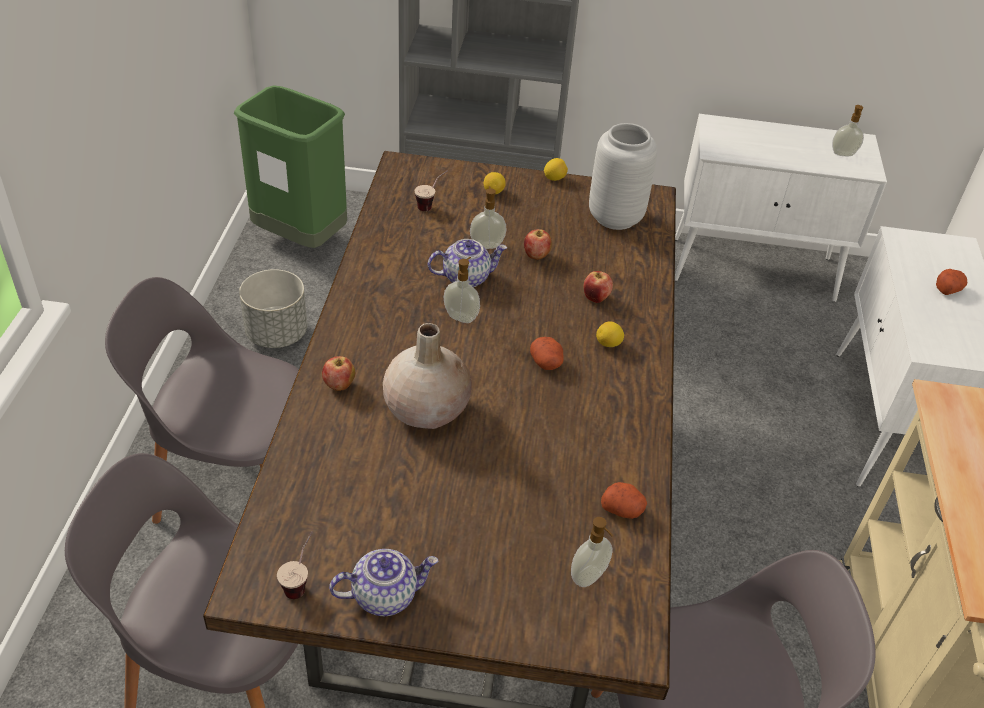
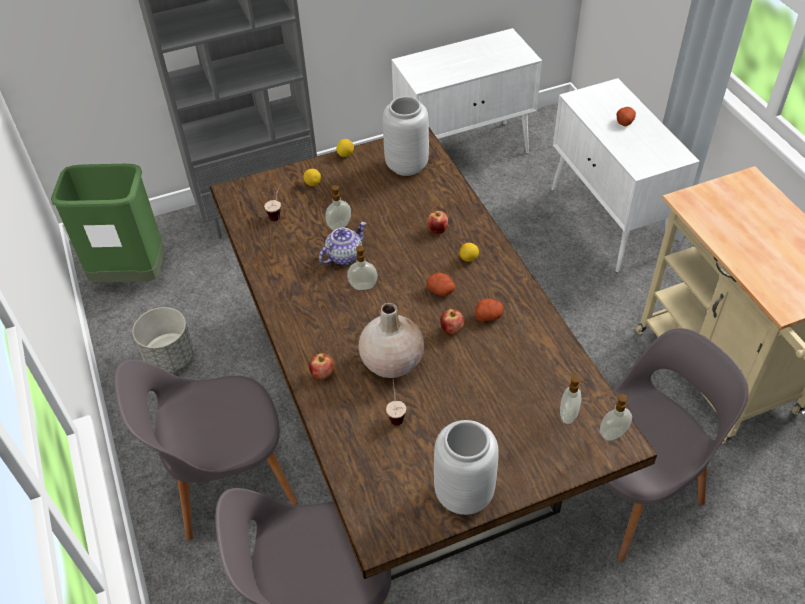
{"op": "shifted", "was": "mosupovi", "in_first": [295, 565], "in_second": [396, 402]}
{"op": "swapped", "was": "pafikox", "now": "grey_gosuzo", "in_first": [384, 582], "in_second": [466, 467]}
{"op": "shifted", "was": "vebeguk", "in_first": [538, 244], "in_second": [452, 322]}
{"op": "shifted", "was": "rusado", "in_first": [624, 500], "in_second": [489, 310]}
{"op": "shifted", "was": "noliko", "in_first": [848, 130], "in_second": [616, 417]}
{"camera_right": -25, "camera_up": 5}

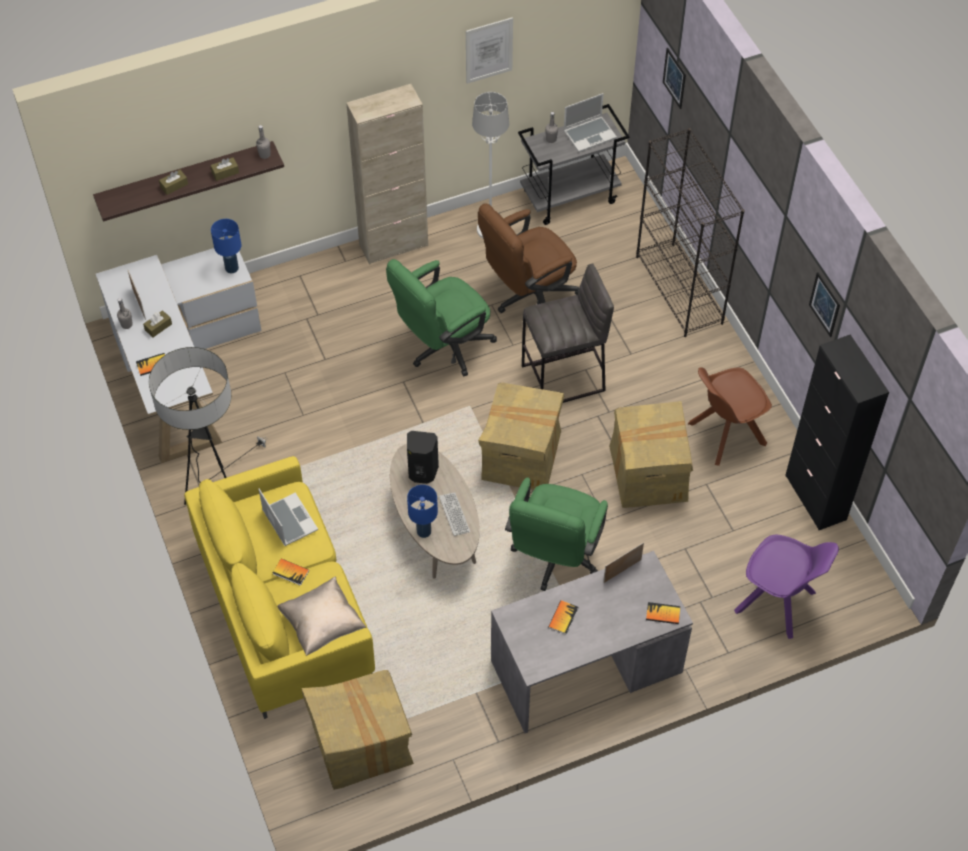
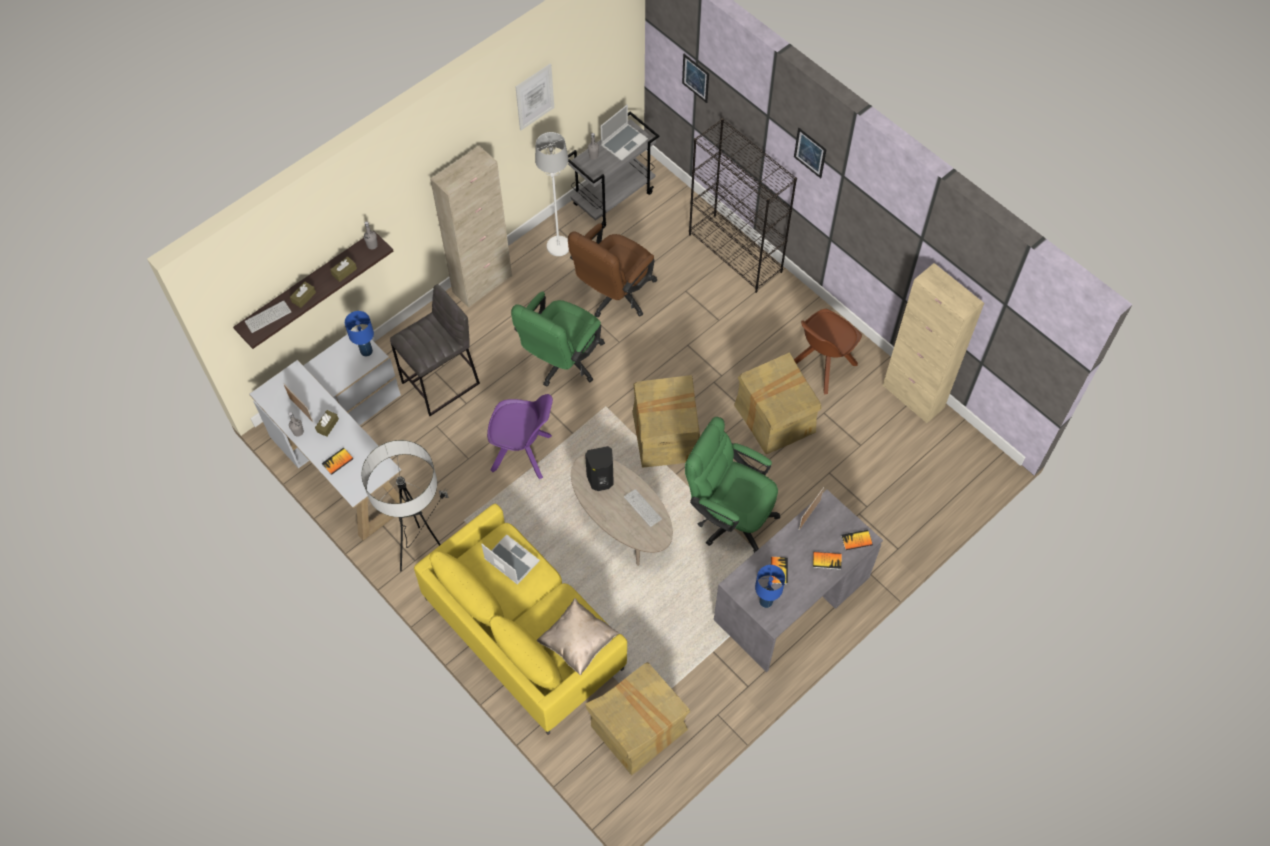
{"op": "shifted", "was": "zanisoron", "in_first": [291, 572], "in_second": [827, 561]}
{"op": "shifted", "was": "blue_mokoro", "in_first": [422, 511], "in_second": [770, 586]}
{"op": "rotated", "was": "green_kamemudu", "in_first": [556, 534], "in_second": [732, 485], "clockwise": 120}
{"op": "shifted", "was": "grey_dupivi", "in_first": [568, 333], "in_second": [435, 350]}
{"op": "shifted", "was": "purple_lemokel", "in_first": [786, 587], "in_second": [520, 436]}
{"op": "repainted", "was": "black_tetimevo", "now": "beige_tetimevo", "in_first": [837, 432], "in_second": [933, 343]}
{"op": "shifted", "was": "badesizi", "in_first": [824, 304], "in_second": [810, 153]}
{"op": "new", "now": "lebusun", "in_second": [267, 316]}
{"camera_right": -20, "camera_up": 5}

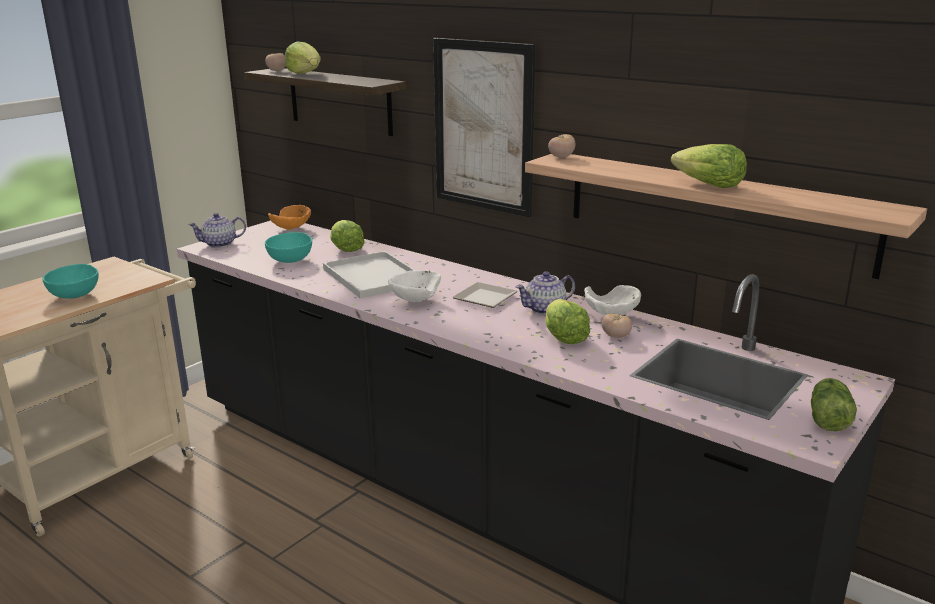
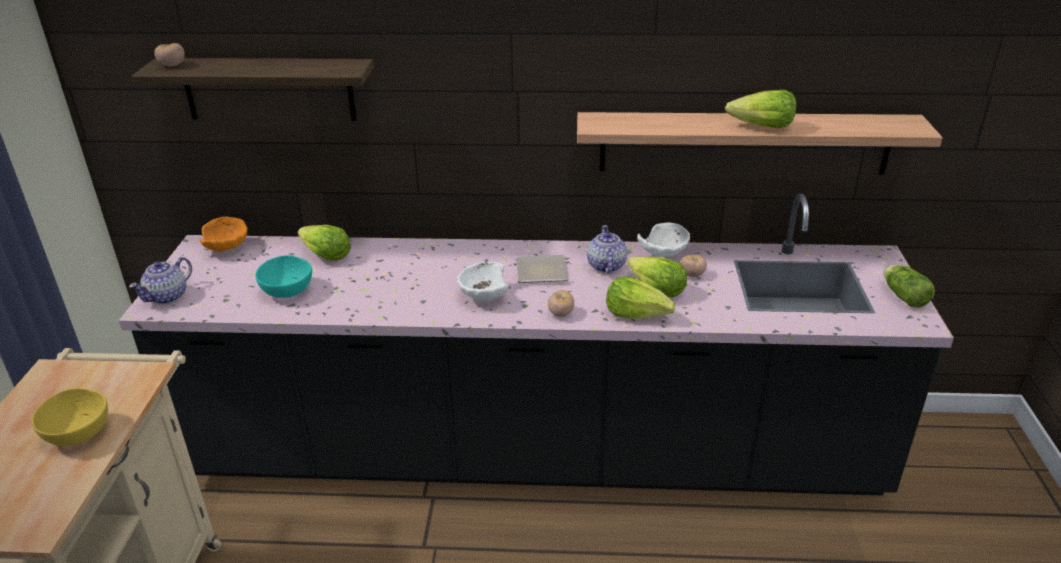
{"op": "repainted", "was": "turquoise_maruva", "now": "yellow_maruva", "in_first": [70, 281], "in_second": [70, 417]}
{"op": "shifted", "was": "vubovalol", "in_first": [302, 57], "in_second": [641, 297]}
{"op": "gone", "was": "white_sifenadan", "in_first": [369, 275]}
{"op": "gone", "was": "badesizi", "in_first": [484, 127]}
{"op": "rotated", "was": "pafikox", "in_first": [545, 293], "in_second": [607, 249], "clockwise": 150}
{"op": "shifted", "was": "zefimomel", "in_first": [562, 146], "in_second": [561, 303]}
{"camera_right": -35, "camera_up": 10}

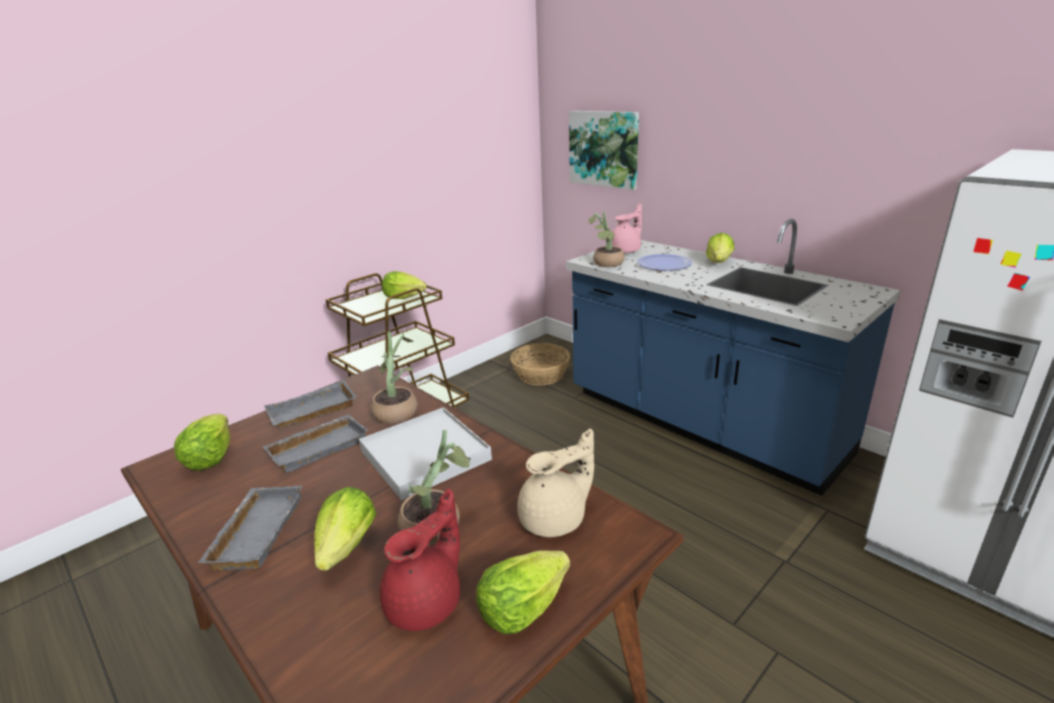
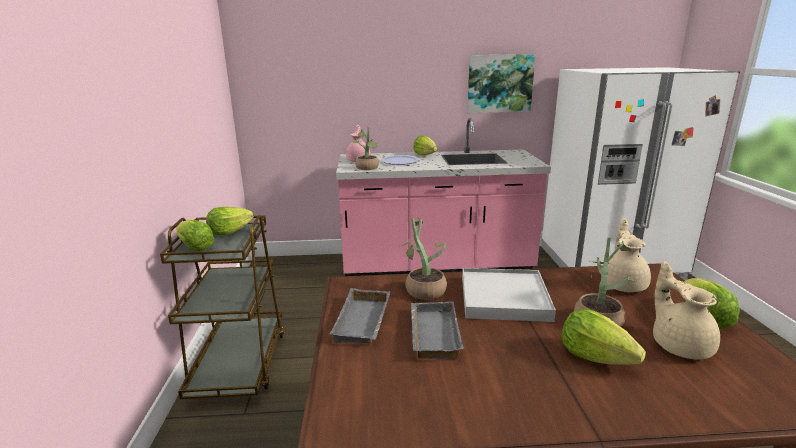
{"op": "shifted", "was": "vubovalol", "in_first": [202, 442], "in_second": [195, 235]}
{"op": "gone", "was": "grey_sifenadan", "in_first": [250, 528]}
{"op": "repainted", "was": "red_pafikox", "now": "beige_pafikox", "in_first": [420, 560], "in_second": [686, 310]}
{"op": "gone", "was": "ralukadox", "in_first": [540, 364]}
{"op": "repainted", "was": "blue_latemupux", "now": "pink_latemupux", "in_first": [733, 357], "in_second": [443, 197]}
{"op": "shifted", "was": "badesizi", "in_first": [604, 150], "in_second": [501, 83]}
{"camera_right": -50, "camera_up": -5}

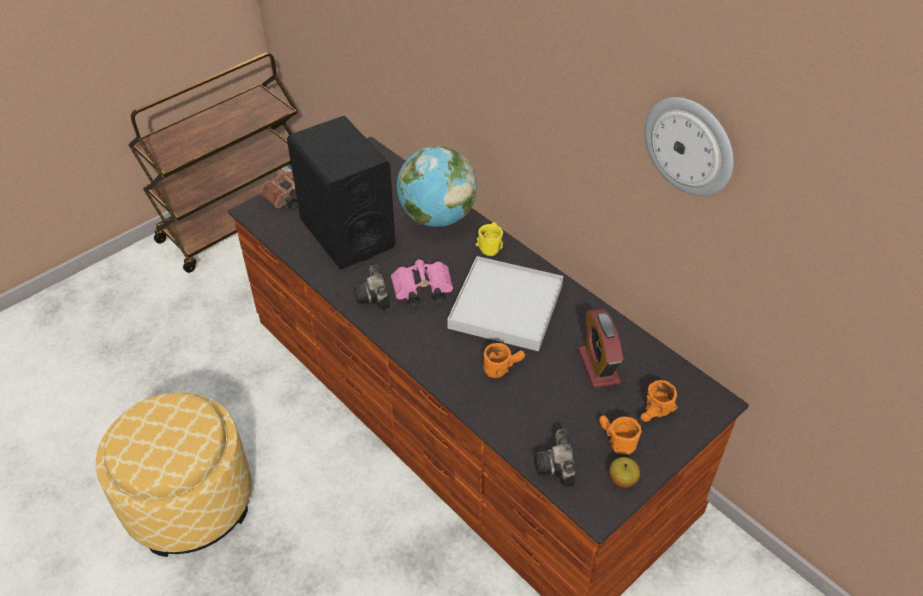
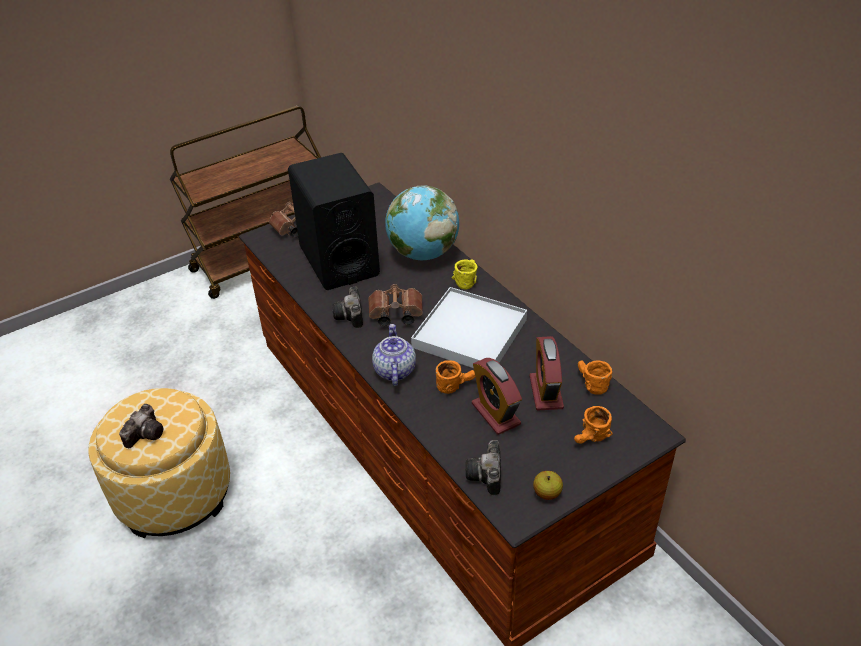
{"op": "repainted", "was": "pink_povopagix", "now": "brown_povopagix", "in_first": [422, 283], "in_second": [395, 305]}
{"op": "shifted", "was": "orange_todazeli", "in_first": [620, 435], "in_second": [595, 378]}
{"op": "gone", "was": "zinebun", "in_first": [689, 146]}
{"op": "new", "now": "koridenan", "in_second": [141, 426]}
{"op": "new", "now": "pafikox", "in_second": [394, 355]}
{"op": "new", "now": "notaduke", "in_second": [497, 396]}
{"camera_right": 10, "camera_up": -5}

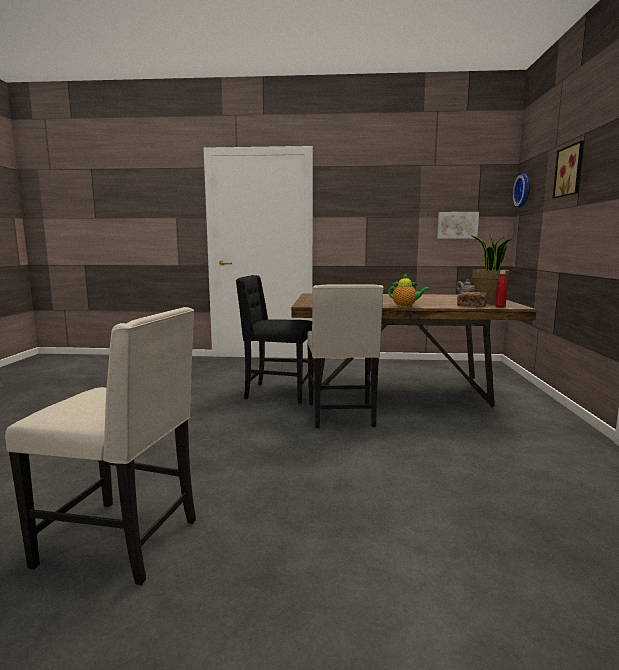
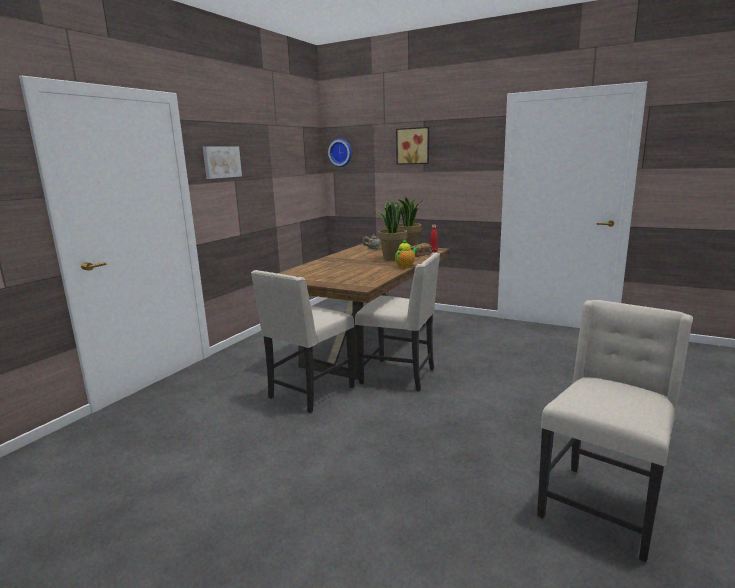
{"op": "repainted", "was": "black_lemokel", "now": "beige_lemokel", "in_first": [274, 339], "in_second": [303, 341]}
{"op": "shifted", "was": "badesizi", "in_first": [458, 225], "in_second": [222, 162]}
{"op": "new", "now": "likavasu", "in_second": [391, 231]}
{"camera_right": -65, "camera_up": 5}

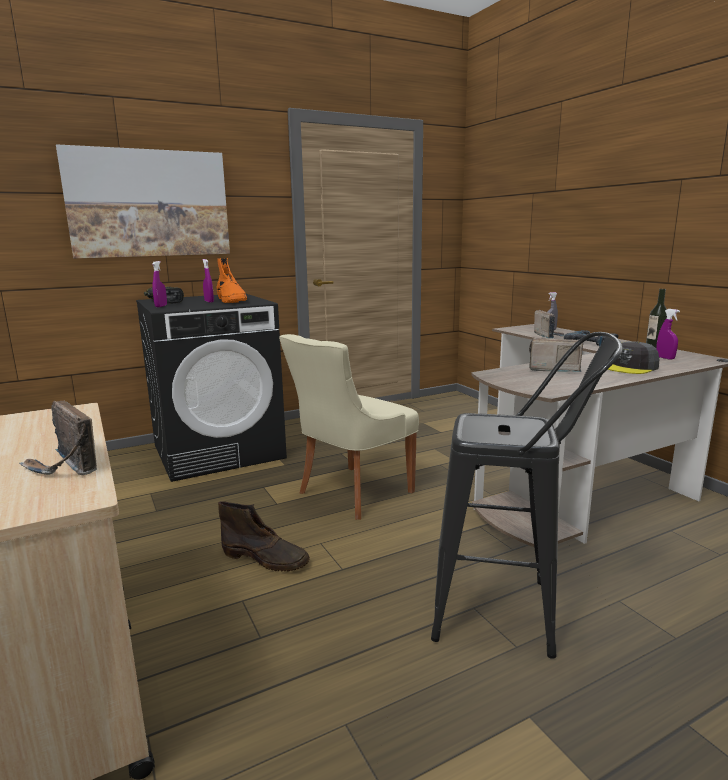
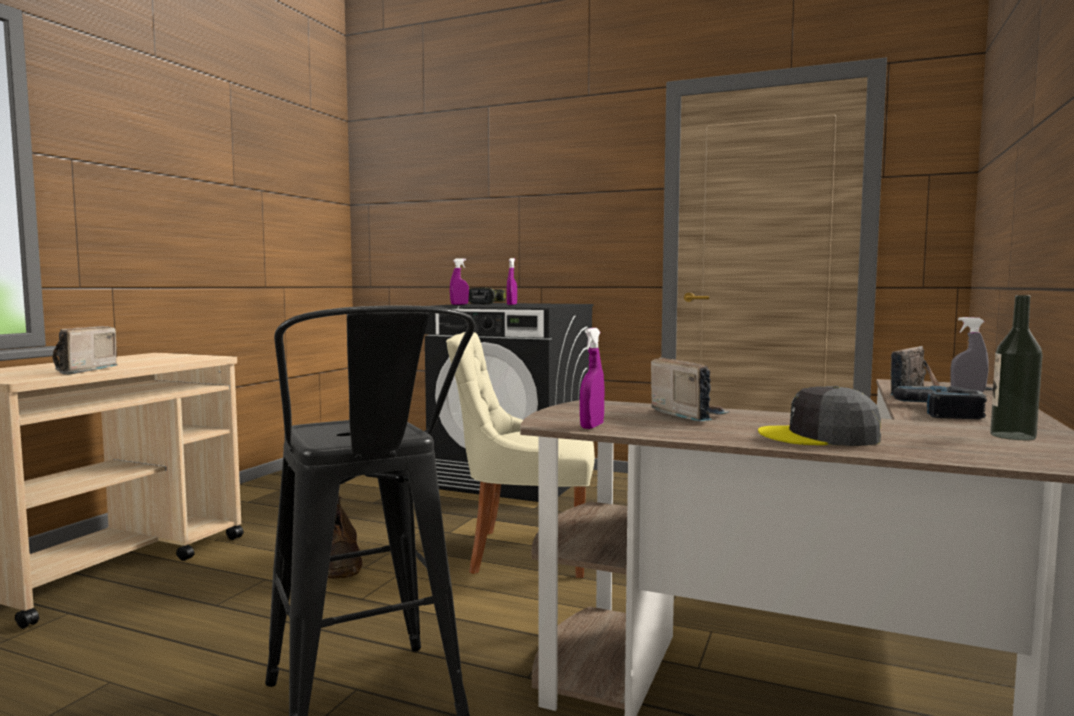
{"op": "gone", "was": "badesizi", "in_first": [143, 201]}
{"op": "gone", "was": "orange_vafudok", "in_first": [232, 280]}
{"op": "shifted", "was": "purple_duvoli", "in_first": [668, 334], "in_second": [592, 378]}
{"camera_right": 50, "camera_up": -10}

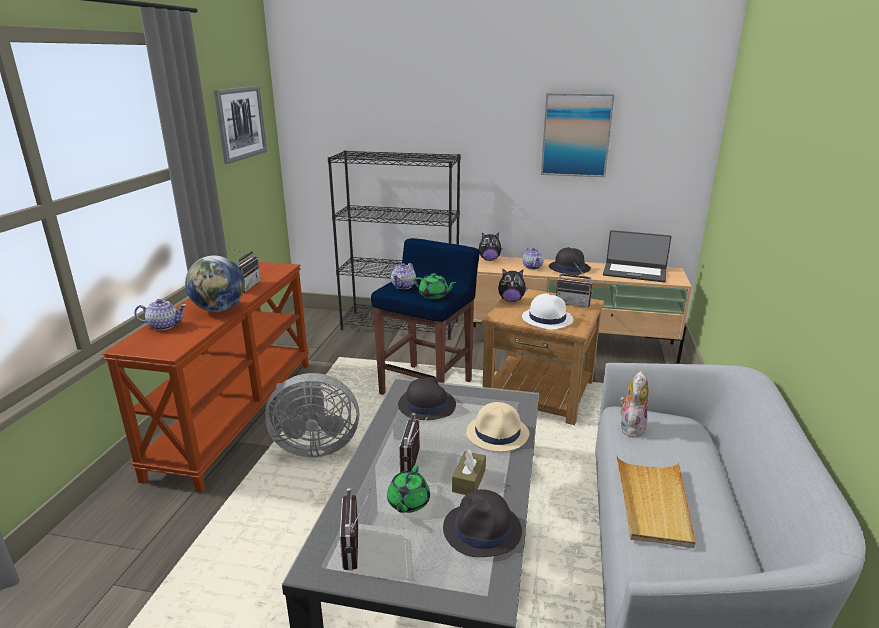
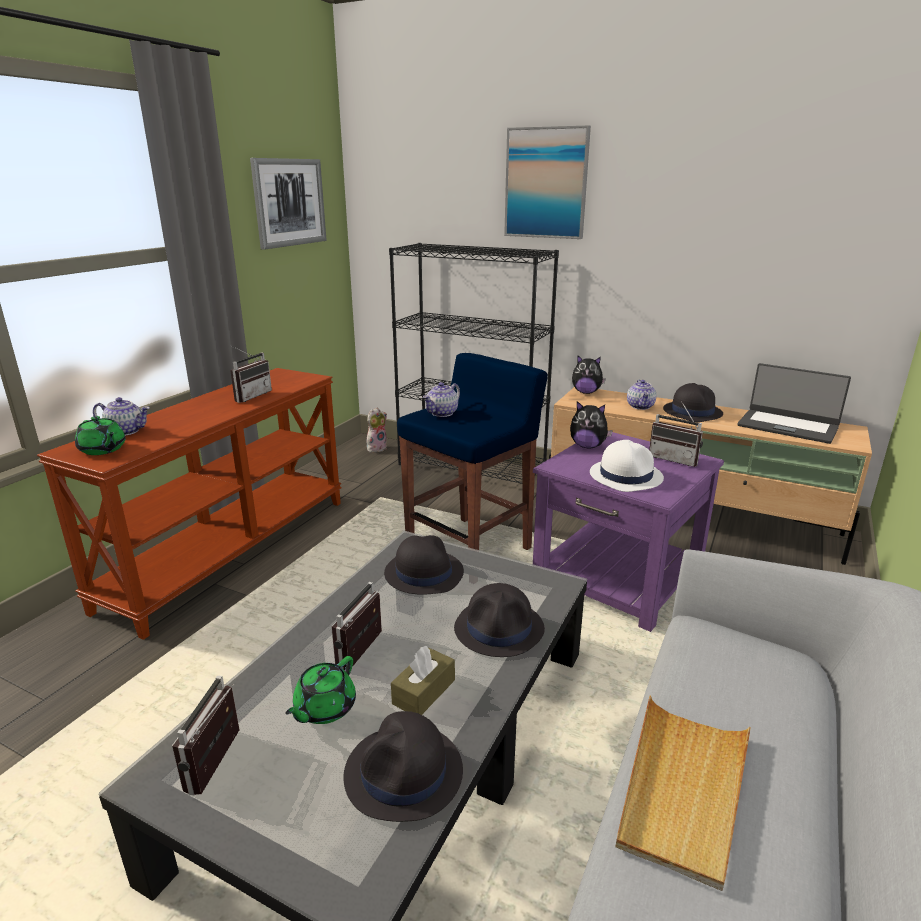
{"op": "gone", "was": "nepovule", "in_first": [215, 283]}
{"op": "gone", "was": "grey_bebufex", "in_first": [312, 415]}
{"op": "shifted", "was": "green_pafikox", "in_first": [435, 286], "in_second": [100, 435]}
{"op": "repainted", "was": "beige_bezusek", "now": "black_bezusek", "in_first": [497, 426], "in_second": [499, 620]}
{"op": "repainted", "was": "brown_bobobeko", "now": "purple_bobobeko", "in_first": [542, 357], "in_second": [628, 532]}
{"op": "shifted", "was": "badesizi", "in_first": [578, 135], "in_second": [547, 182]}
{"op": "shifted", "was": "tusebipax", "in_first": [634, 404], "in_second": [376, 430]}
{"camera_right": 15, "camera_up": 0}

